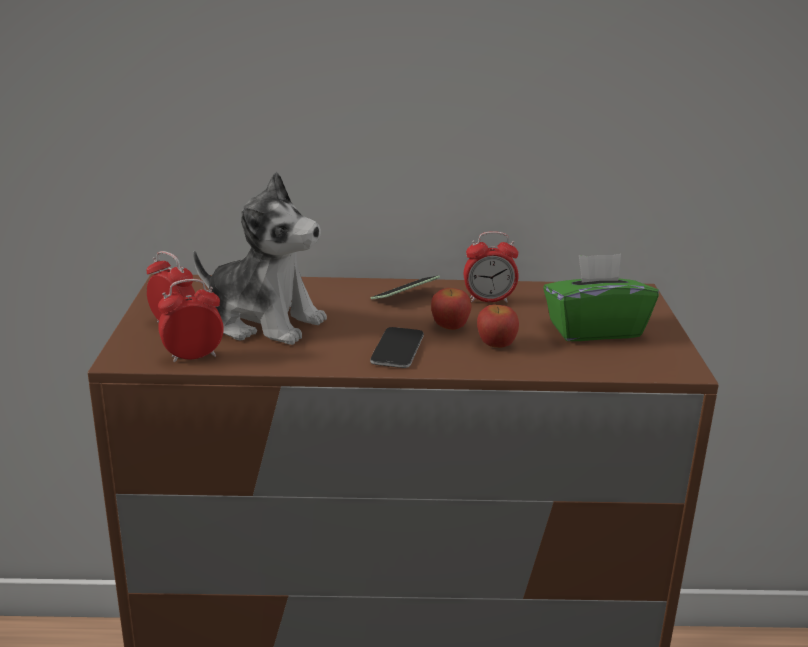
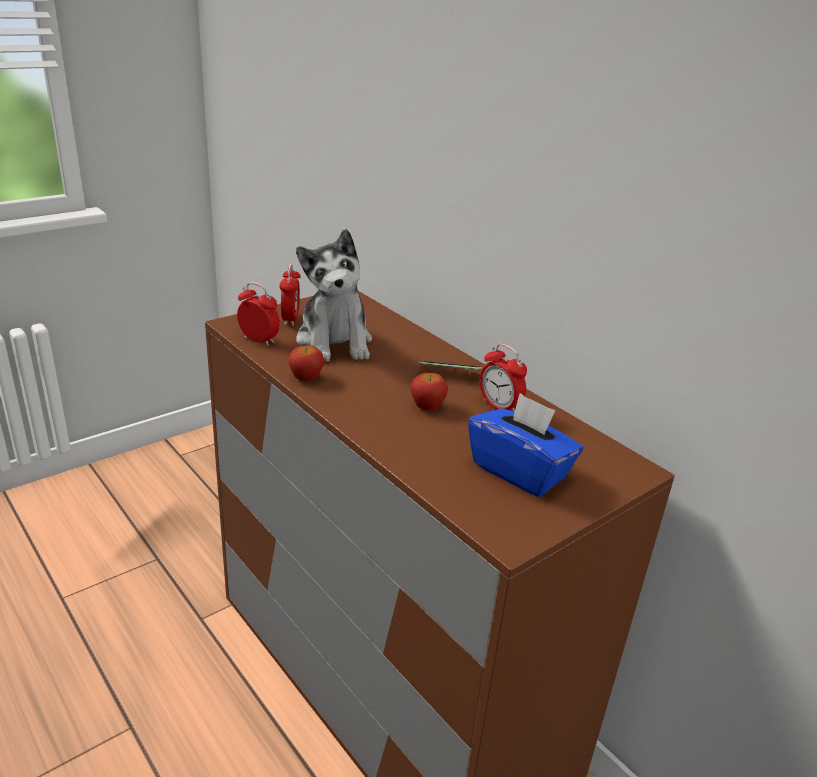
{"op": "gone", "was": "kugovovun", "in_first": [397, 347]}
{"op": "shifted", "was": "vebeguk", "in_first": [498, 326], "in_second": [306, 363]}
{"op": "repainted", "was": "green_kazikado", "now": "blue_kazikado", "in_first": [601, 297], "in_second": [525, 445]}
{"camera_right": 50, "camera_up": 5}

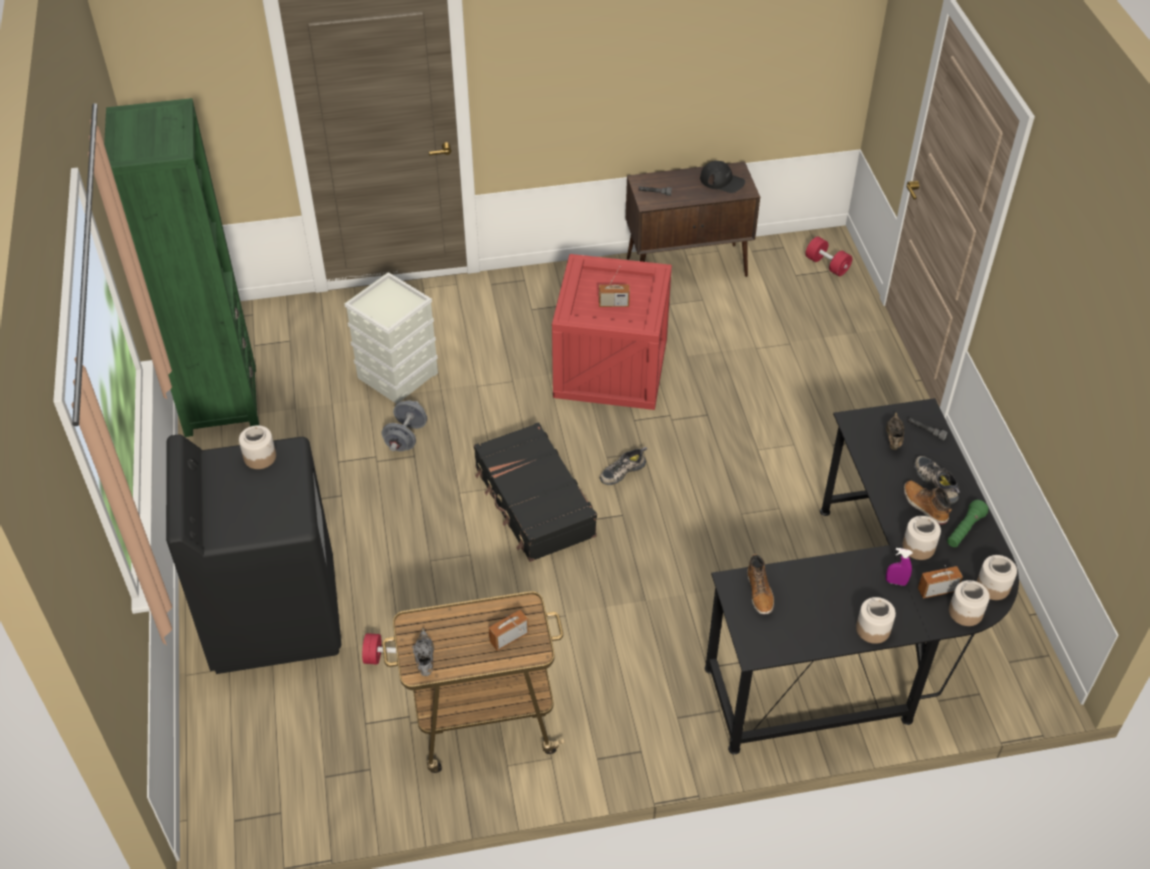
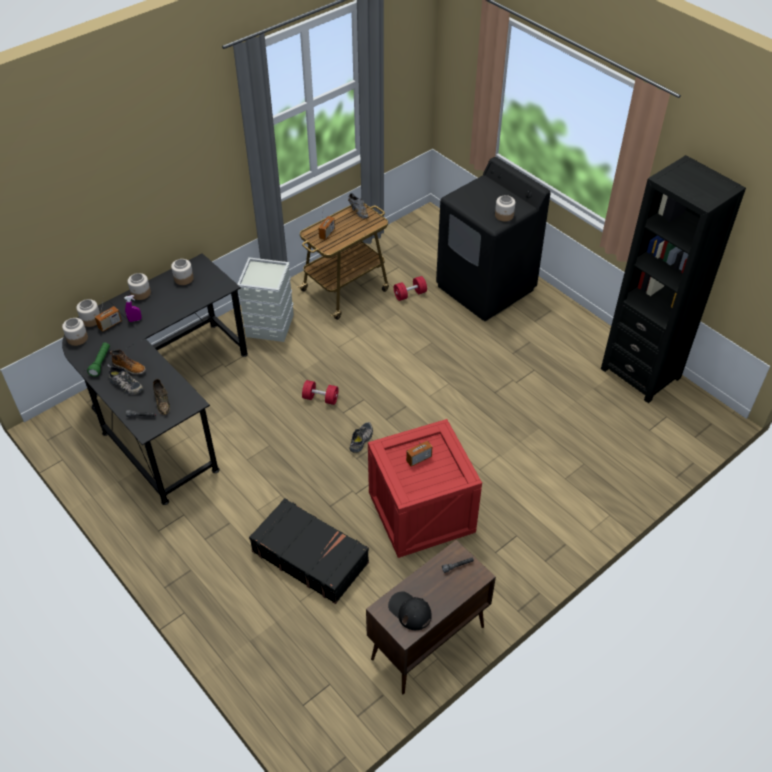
{"op": "repainted", "was": "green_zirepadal", "now": "black_zirepadal", "in_first": [181, 267], "in_second": [673, 279]}
{"op": "shifted", "was": "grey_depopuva", "in_first": [391, 338], "in_second": [266, 299]}
{"op": "gone", "was": "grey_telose", "in_first": [404, 426]}
{"op": "shifted", "was": "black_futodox", "in_first": [535, 492], "in_second": [309, 551]}
{"op": "rotated", "was": "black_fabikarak", "in_first": [722, 177], "in_second": [410, 610], "clockwise": 45}
{"op": "gone", "was": "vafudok", "in_first": [760, 584]}
{"op": "shifted", "was": "red_telose", "in_first": [828, 256], "in_second": [320, 392]}
{"op": "shifted", "was": "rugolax", "in_first": [921, 538], "in_second": [182, 272]}
{"camera_right": 150, "camera_up": 0}

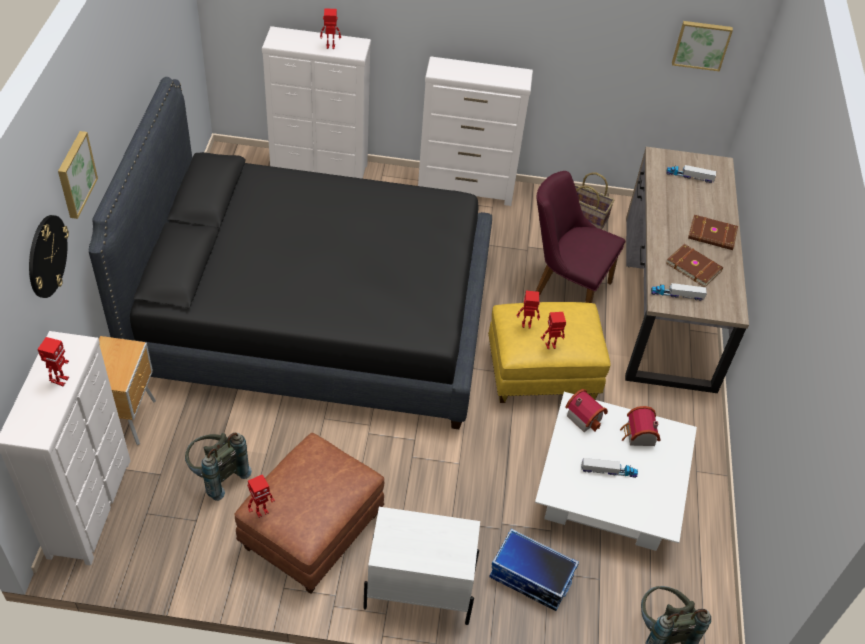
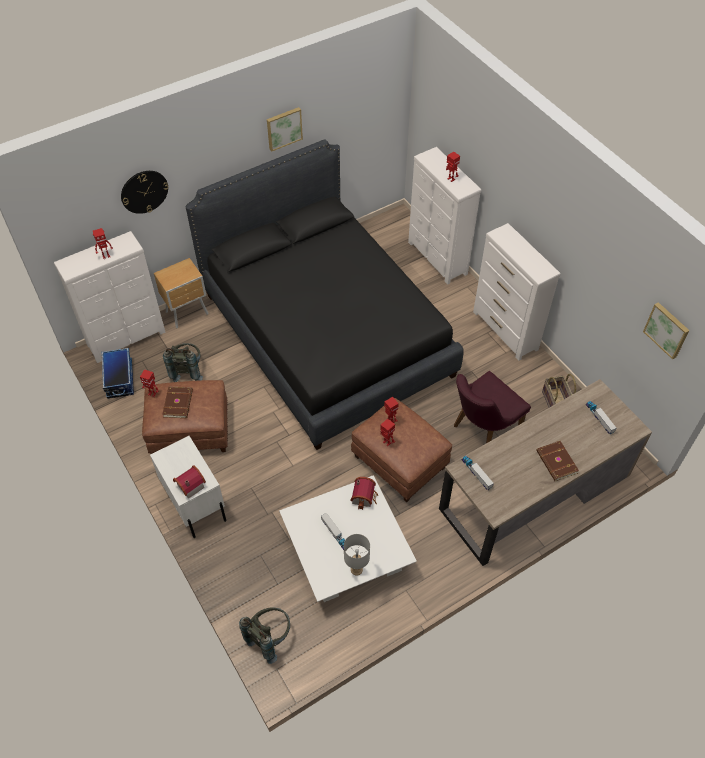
{"op": "shifted", "was": "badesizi", "in_first": [78, 175], "in_second": [285, 129]}
{"op": "repainted", "was": "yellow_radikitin", "now": "brown_radikitin", "in_first": [549, 352], "in_second": [401, 450]}
{"op": "shifted", "was": "depopuva", "in_first": [534, 569], "in_second": [118, 373]}
{"op": "rotated", "was": "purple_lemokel", "in_first": [580, 237], "in_second": [492, 407], "clockwise": -120}
{"op": "shifted", "was": "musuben", "in_first": [640, 426], "in_second": [189, 482]}
{"op": "shifted", "was": "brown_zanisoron", "in_first": [694, 265], "in_second": [177, 402]}
{"op": "new", "now": "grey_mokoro", "in_second": [357, 555]}
{"camera_right": 55, "camera_up": 5}

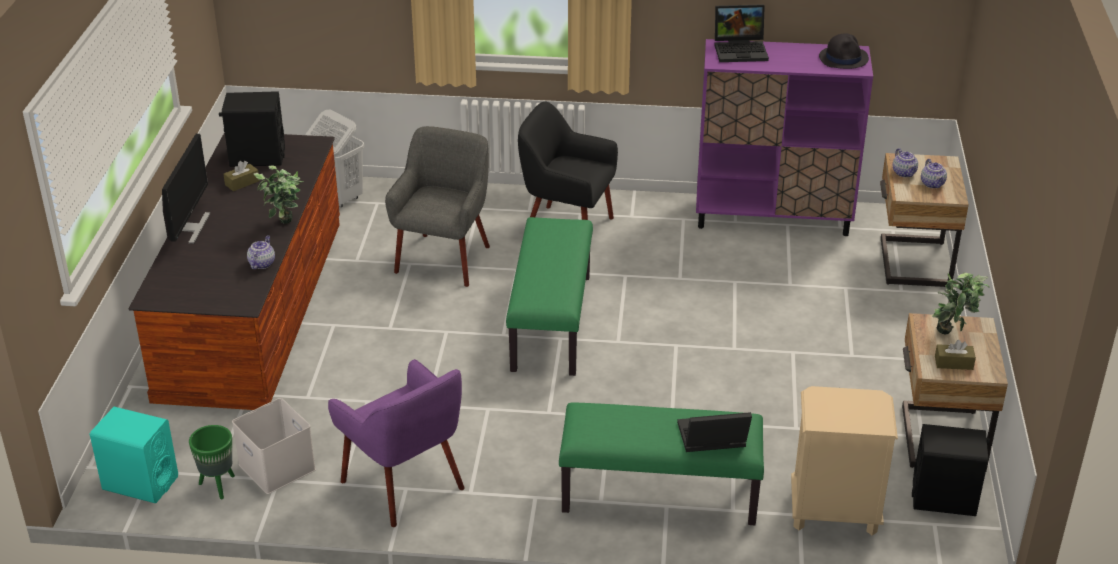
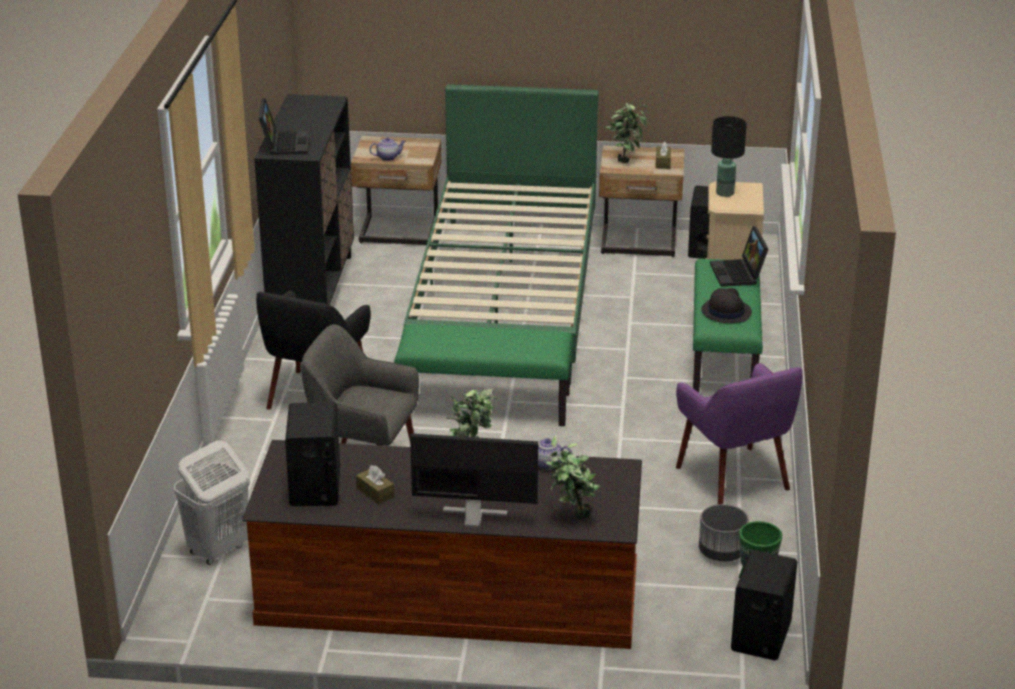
{"op": "repainted", "was": "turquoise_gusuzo", "now": "black_gusuzo", "in_first": [133, 455], "in_second": [764, 605]}
{"op": "swapped", "was": "white_depopuva", "now": "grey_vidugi", "in_first": [274, 446], "in_second": [724, 532]}
{"op": "rotated", "was": "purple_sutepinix", "in_first": [396, 443], "in_second": [739, 433], "clockwise": 105}
{"op": "repainted", "was": "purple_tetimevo", "now": "black_tetimevo", "in_first": [784, 137], "in_second": [304, 199]}
{"op": "shifted", "was": "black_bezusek", "in_first": [844, 51], "in_second": [726, 305]}
{"op": "gone", "was": "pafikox", "in_first": [934, 173]}
{"op": "new", "now": "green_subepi", "in_second": [501, 234]}
{"op": "new", "now": "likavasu", "in_second": [572, 477]}
{"op": "new", "now": "black_mokoro", "in_second": [729, 156]}
{"camera_right": -90, "camera_up": -5}

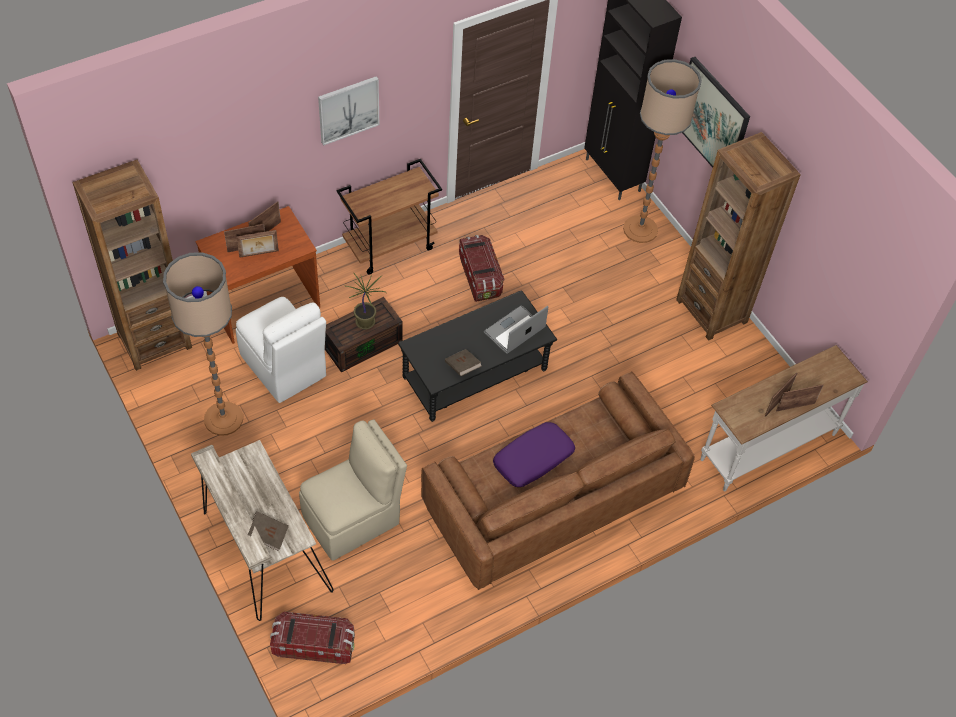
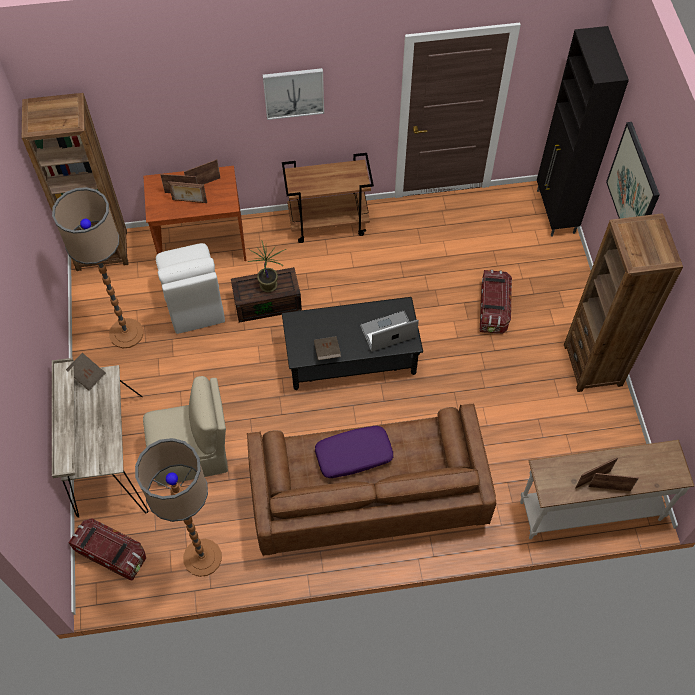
{"op": "shifted", "was": "brown_zanisoron", "in_first": [268, 531], "in_second": [86, 372]}
{"op": "shifted", "was": "depopuva", "in_first": [481, 268], "in_second": [496, 302]}
{"op": "shifted", "was": "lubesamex", "in_first": [662, 151], "in_second": [178, 507]}
{"camera_right": 25, "camera_up": 5}

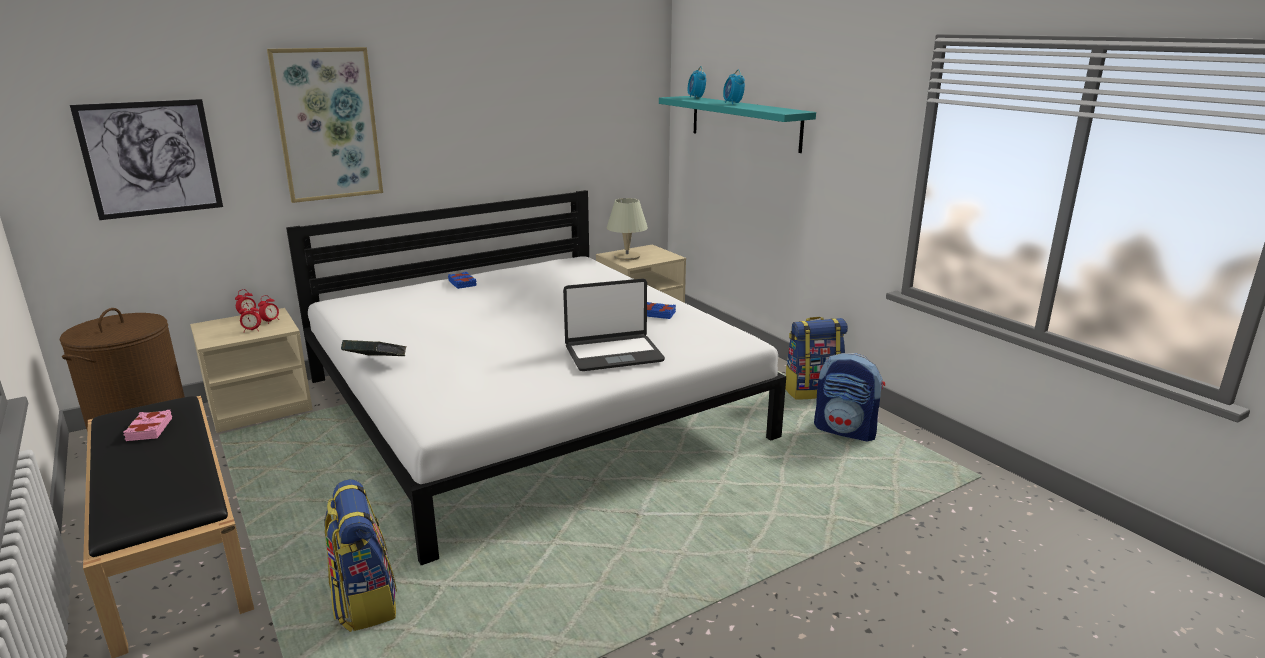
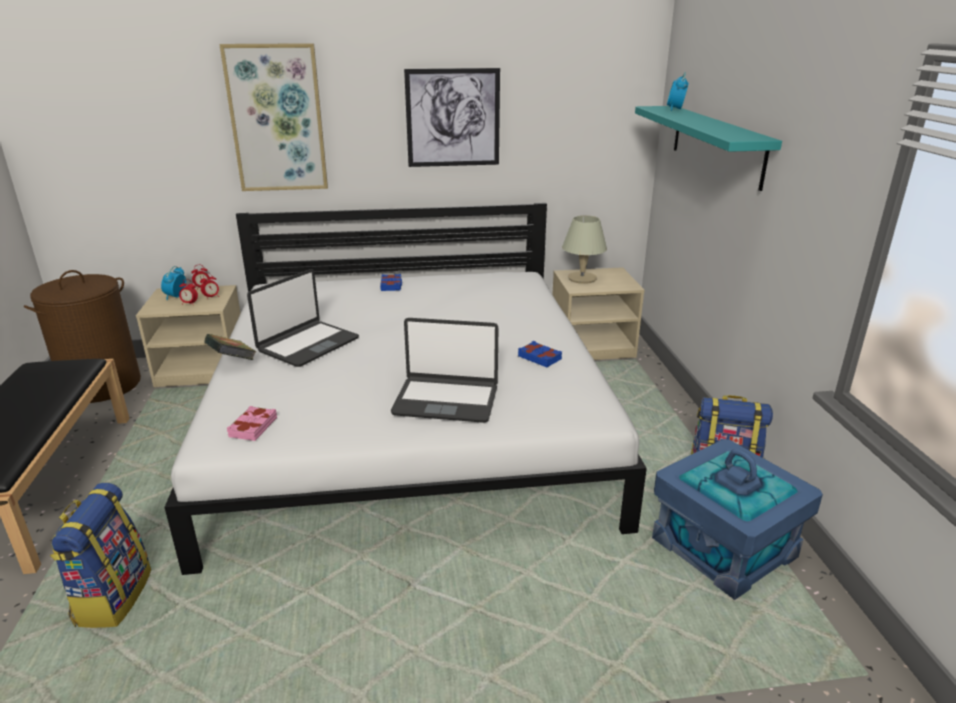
{"op": "shifted", "was": "badesizi", "in_first": [146, 159], "in_second": [452, 117]}
{"op": "shifted", "was": "pink_zanisoron", "in_first": [147, 425], "in_second": [252, 423]}
{"op": "shifted", "was": "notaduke", "in_first": [734, 87], "in_second": [173, 283]}
{"op": "swapped", "was": "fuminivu", "now": "blue_depopuva", "in_first": [849, 397], "in_second": [737, 519]}
{"op": "new", "now": "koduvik", "in_second": [303, 318]}
{"camera_right": 25, "camera_up": 5}

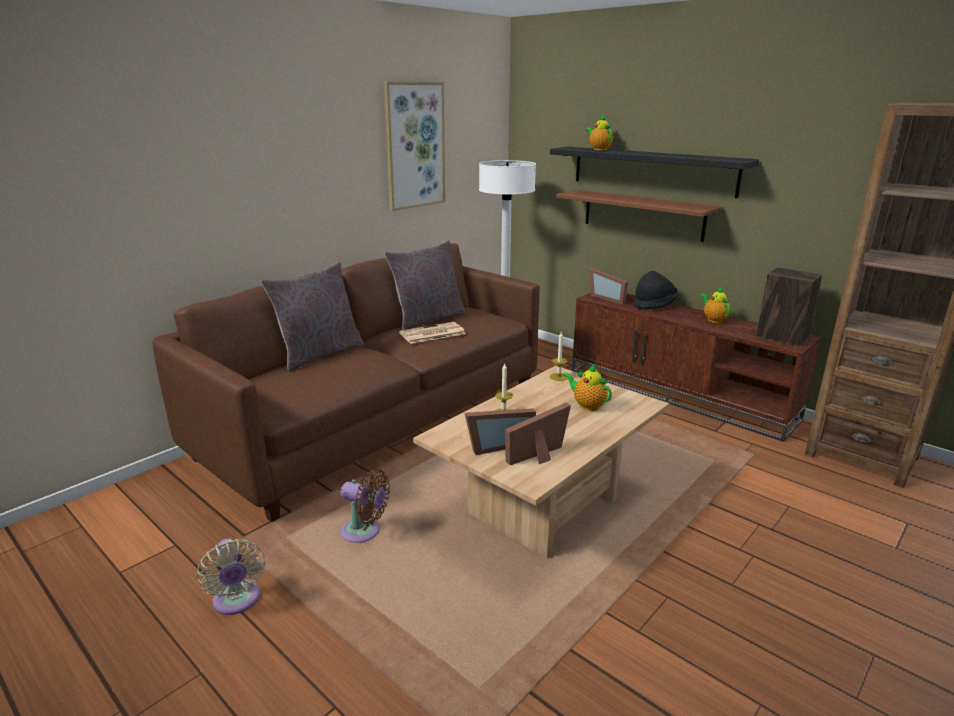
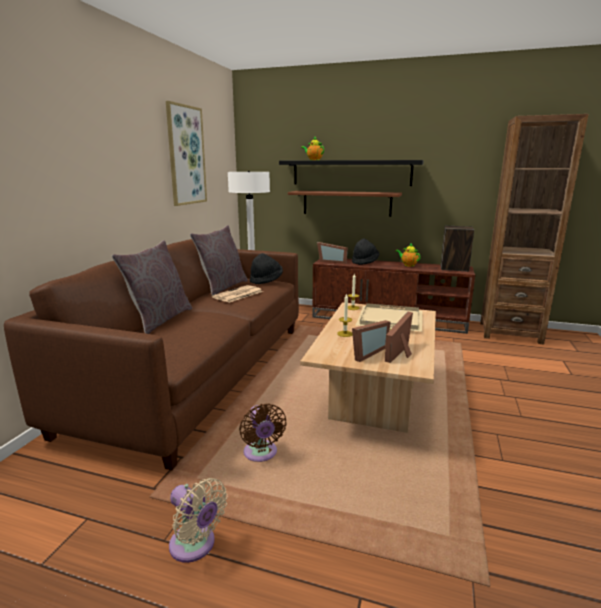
{"op": "rotated", "was": "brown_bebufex", "in_first": [365, 506], "in_second": [263, 432], "clockwise": 75}
{"op": "swapped", "was": "pafikox", "now": "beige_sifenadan", "in_first": [587, 387], "in_second": [389, 317]}
{"op": "new", "now": "black_bezusek", "in_second": [266, 269]}
{"camera_right": -25, "camera_up": -5}

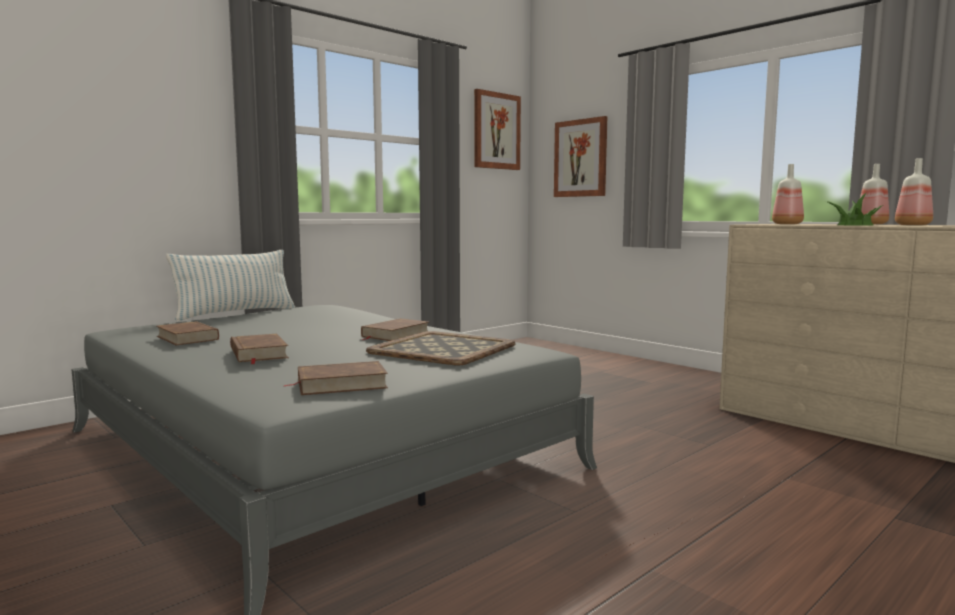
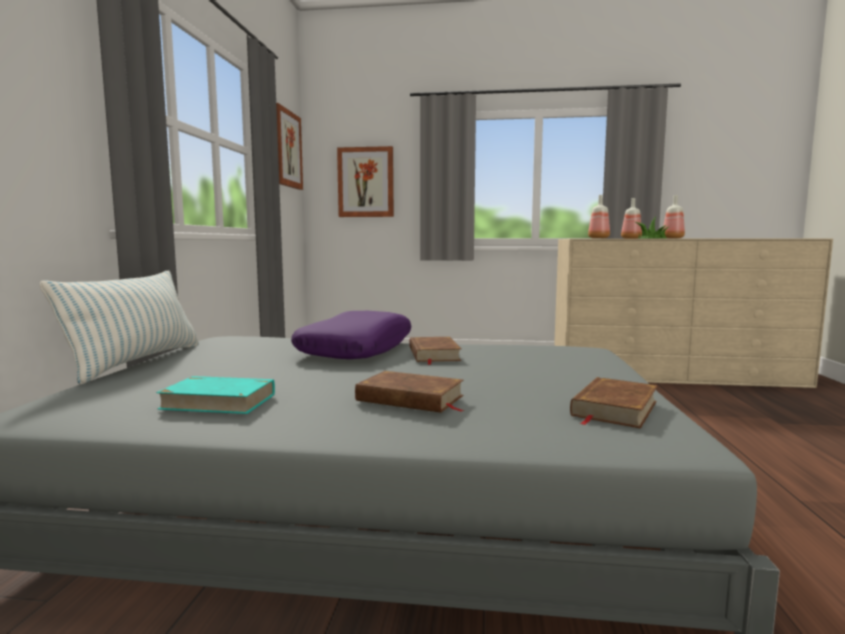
{"op": "repainted", "was": "brown_zanisoron", "now": "turquoise_zanisoron", "in_first": [188, 333], "in_second": [215, 395]}
{"op": "gone", "was": "sifenadan", "in_first": [441, 348]}
{"op": "new", "now": "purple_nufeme", "in_second": [351, 335]}
{"camera_right": -40, "camera_up": 0}

